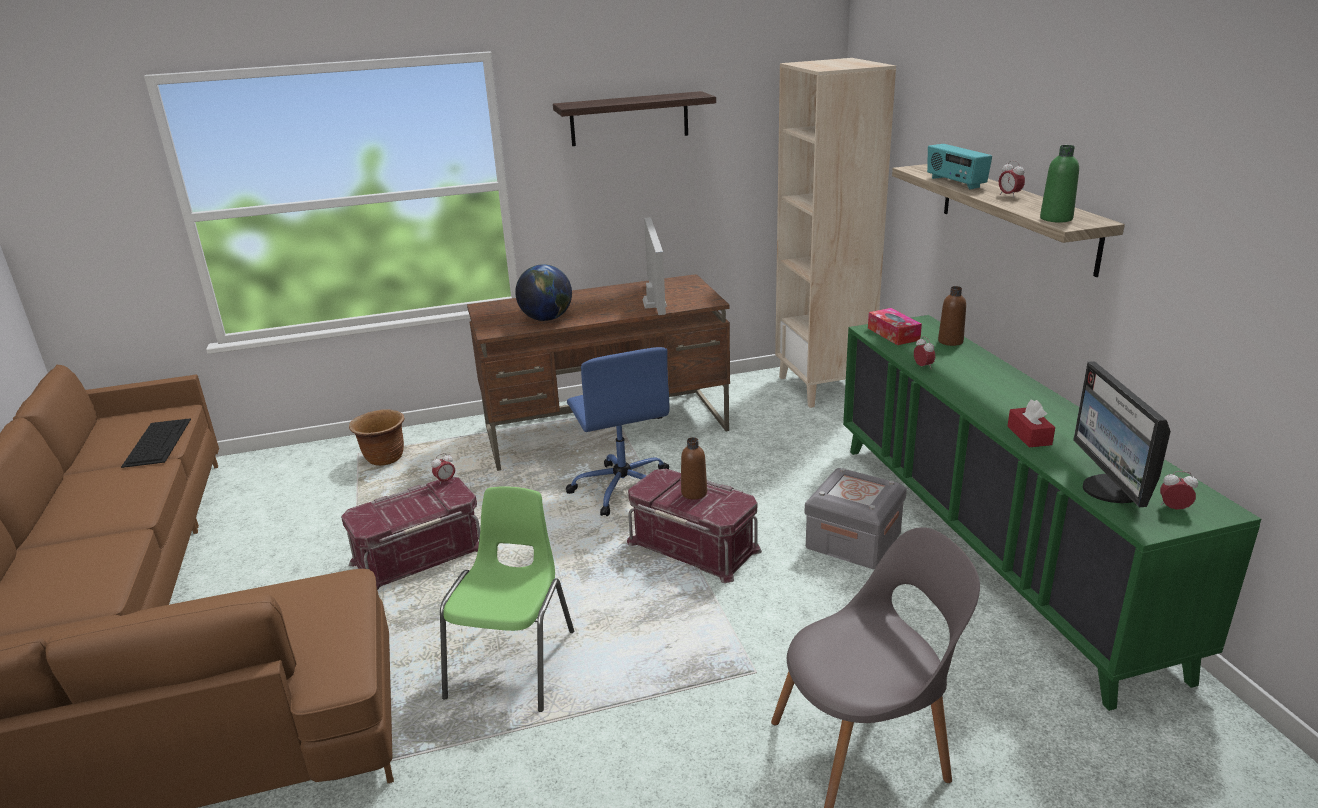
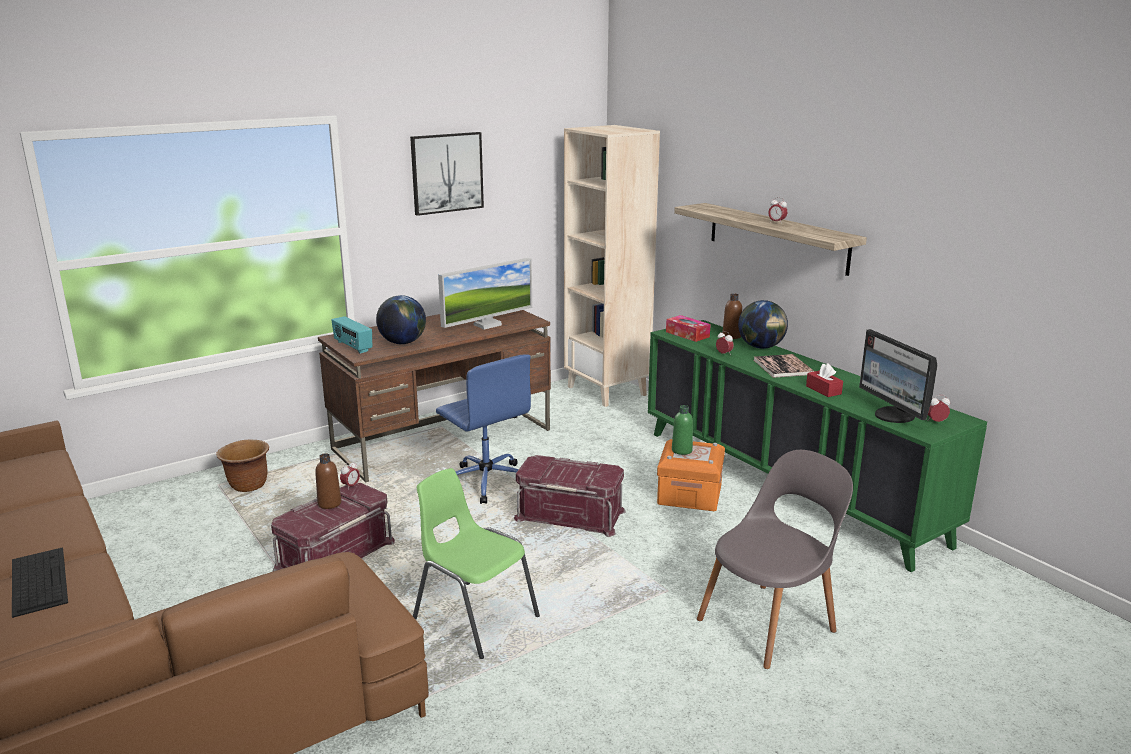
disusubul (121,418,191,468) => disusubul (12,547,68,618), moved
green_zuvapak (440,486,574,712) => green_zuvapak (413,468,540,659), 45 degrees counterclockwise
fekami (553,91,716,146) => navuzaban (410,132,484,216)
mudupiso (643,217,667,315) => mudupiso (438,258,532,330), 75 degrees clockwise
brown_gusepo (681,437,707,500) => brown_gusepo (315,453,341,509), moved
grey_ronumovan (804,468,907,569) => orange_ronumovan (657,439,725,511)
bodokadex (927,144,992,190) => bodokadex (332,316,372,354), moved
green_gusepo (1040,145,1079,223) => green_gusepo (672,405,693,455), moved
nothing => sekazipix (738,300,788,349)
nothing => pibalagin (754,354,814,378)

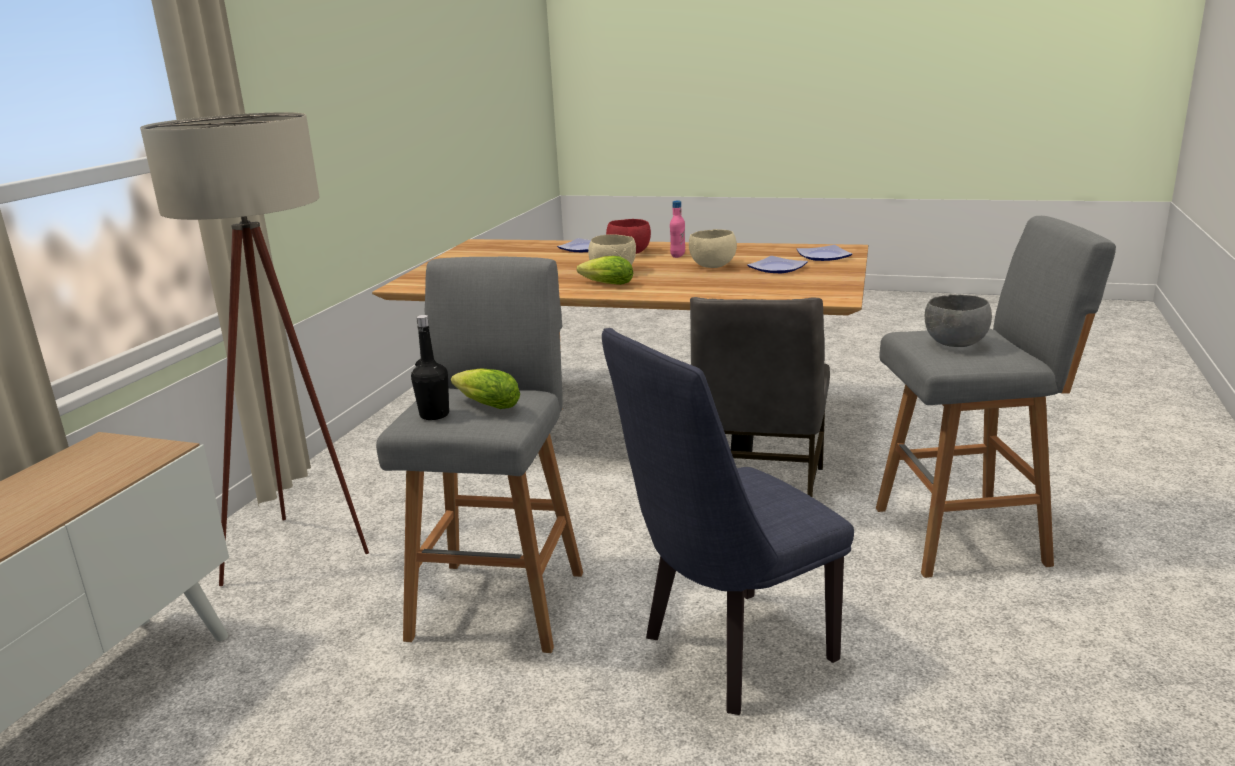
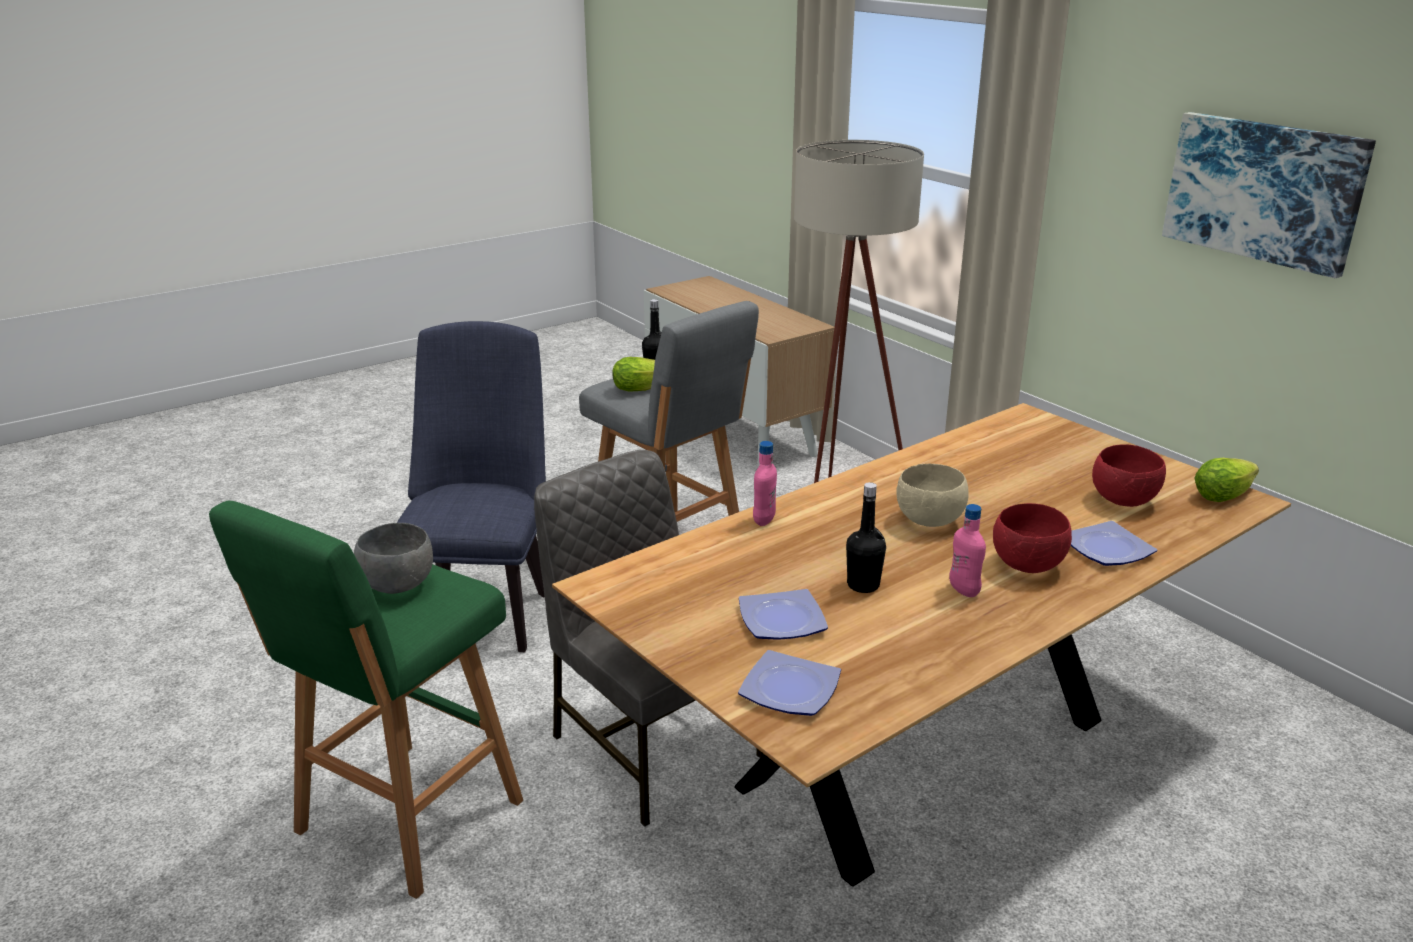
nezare (577,256,633,285) => nezare (1194,458,1259,502), moved
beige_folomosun (689,229,737,268) => black_gusepo (846,482,886,593)
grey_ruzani (876,216,1116,578) => green_ruzani (209,501,523,899)
nothing => pink_gusepo (753,441,777,526)
nothing => red_folomosun (1092,444,1166,507)
nothing => navuzaban (1162,112,1376,278)

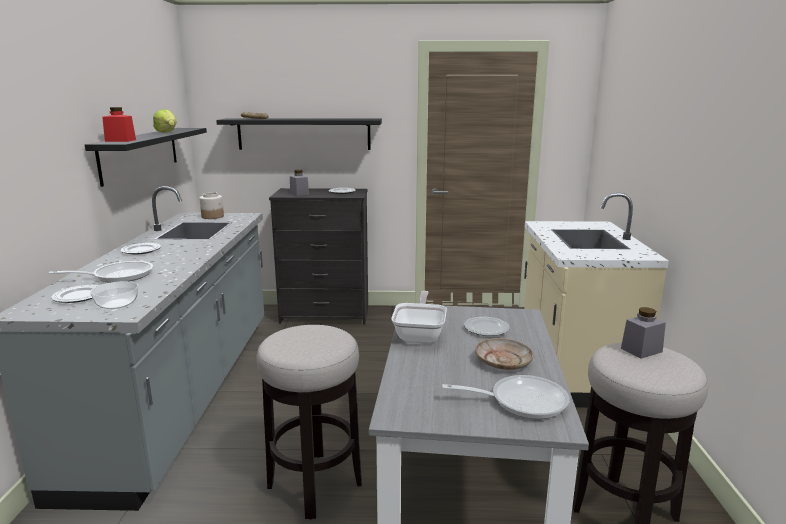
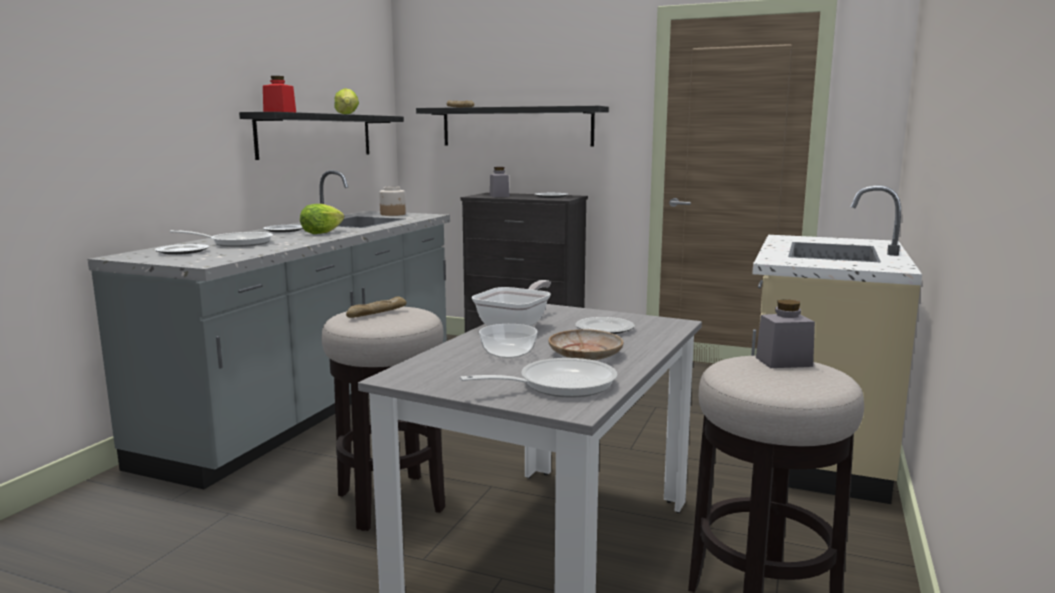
folomosun (90,281,138,309) => folomosun (479,324,538,358), moved
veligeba (442,375,570,419) => veligeba (460,358,617,398), 45 degrees counterclockwise
nothing => nezare (300,204,344,234)
nothing => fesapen (346,296,407,318)

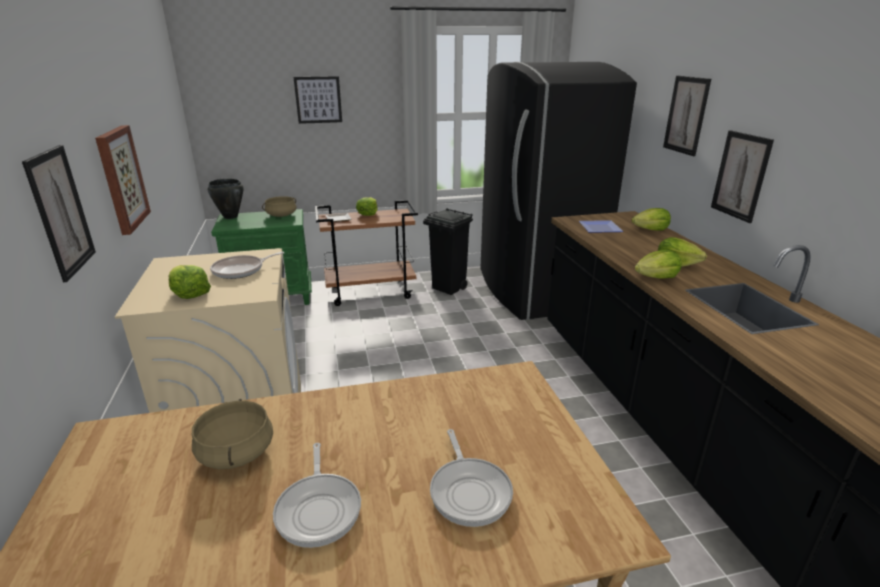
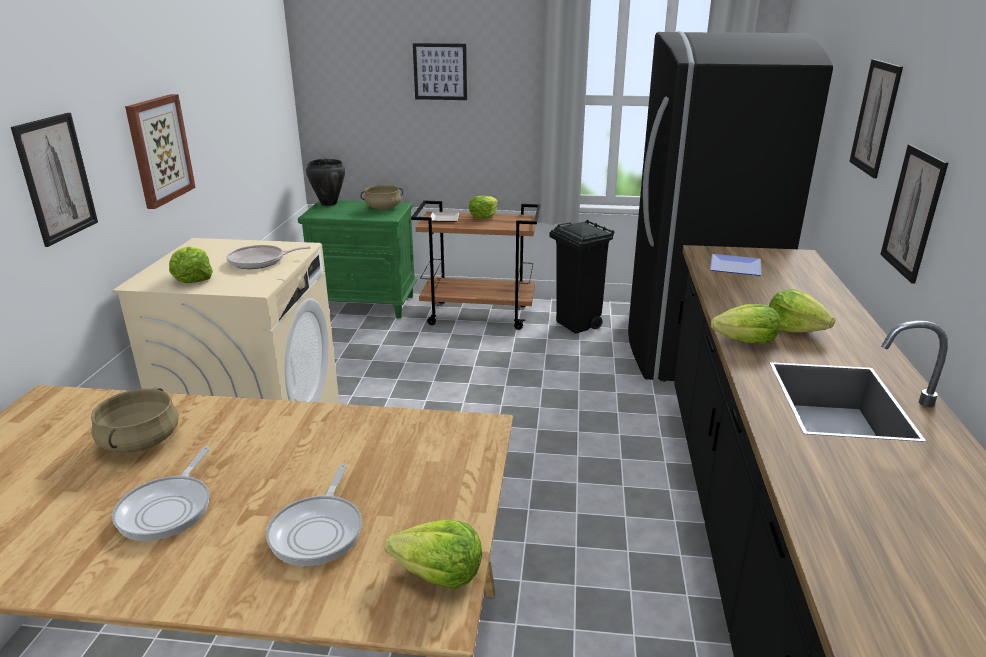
nezare (632,208,671,231) => nezare (385,520,482,589), moved

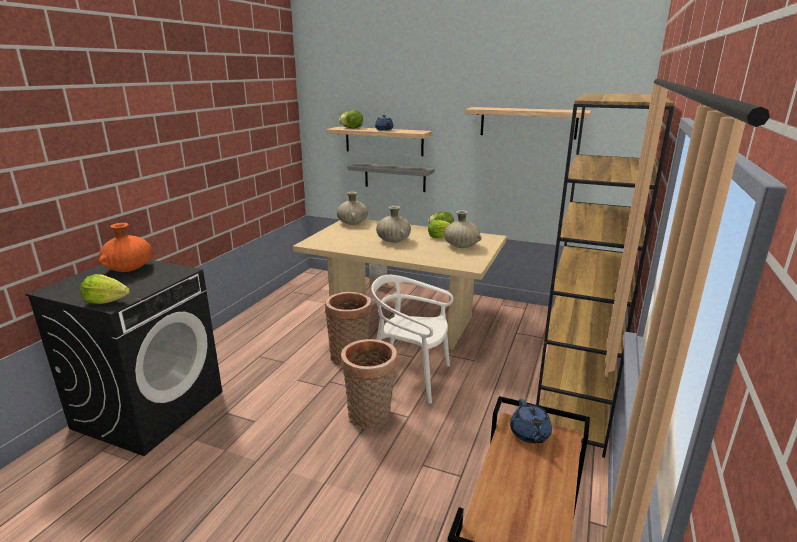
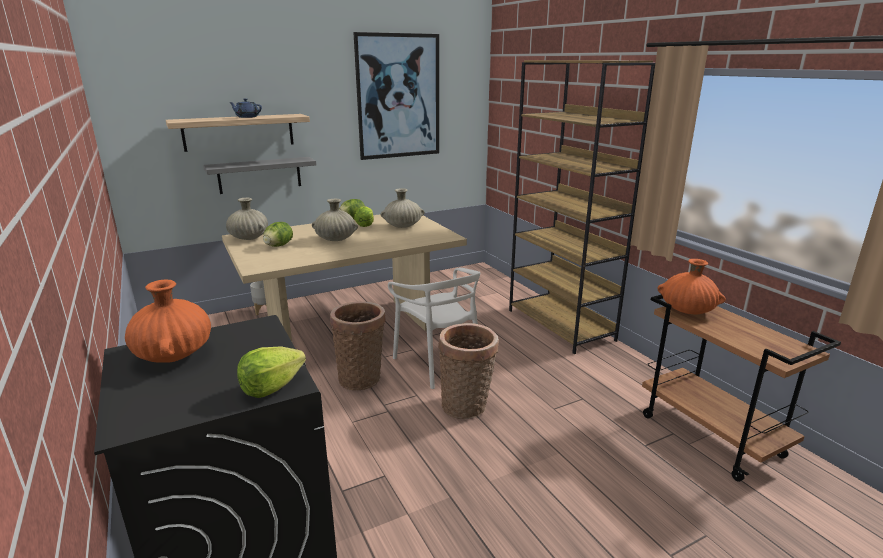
nezare (339,110,363,129) => nezare (263,222,293,247), moved
white_zuvapak (371,275,454,404) => white_zuvapak (388,268,480,389), 90 degrees counterclockwise
fekami (465,107,591,140) => navuzaban (353,32,439,160)
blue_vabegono (510,399,552,443) => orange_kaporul (657,259,726,314)

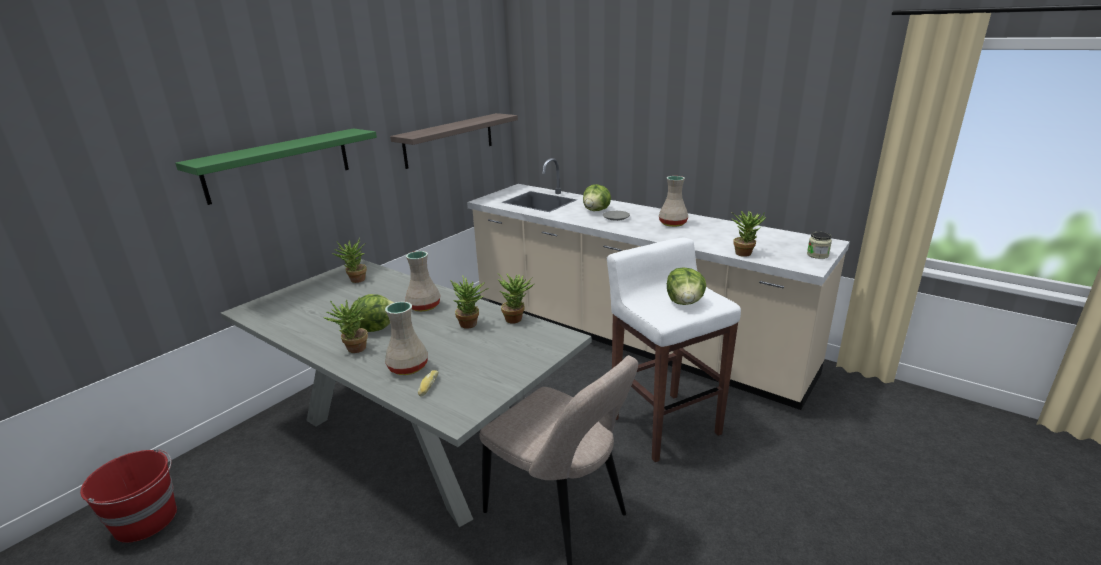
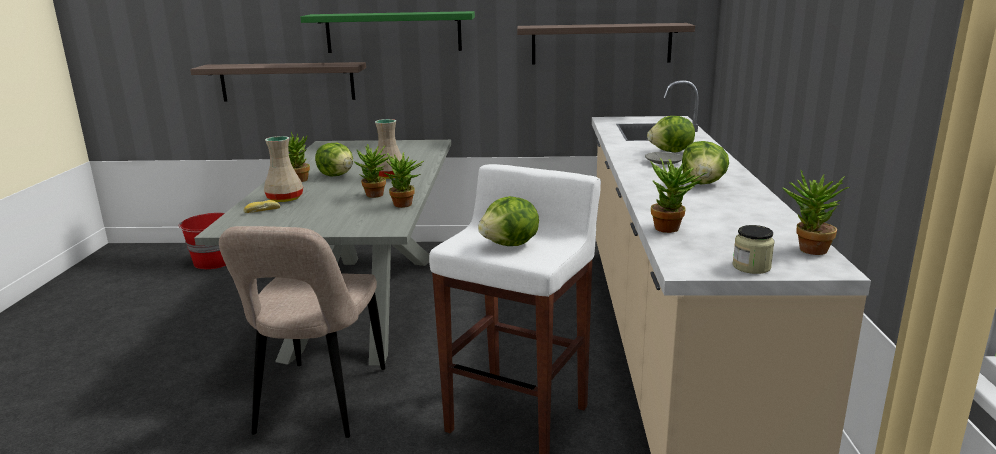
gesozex (332,238,367,283) => gesozex (783,170,850,255), moved
beige_kaporul (659,176,688,227) => nezare (682,141,729,184)
nothing => fekami (190,62,366,101)

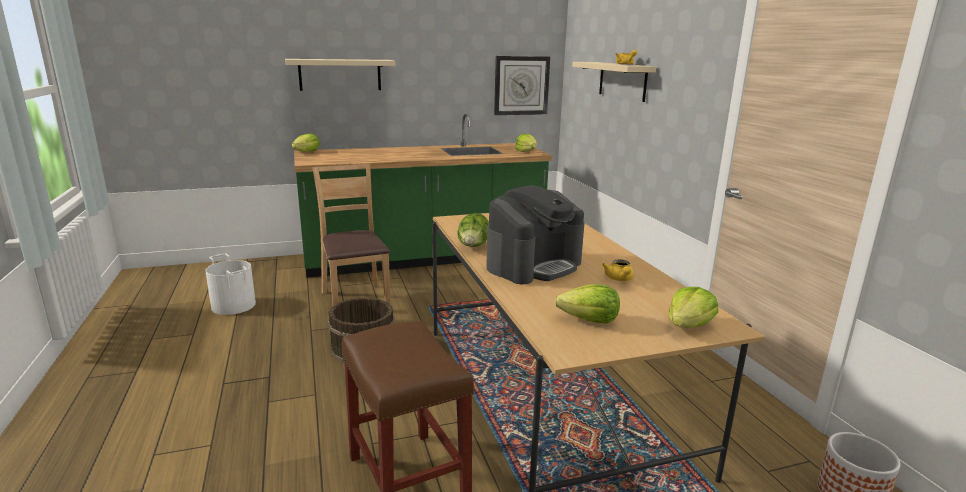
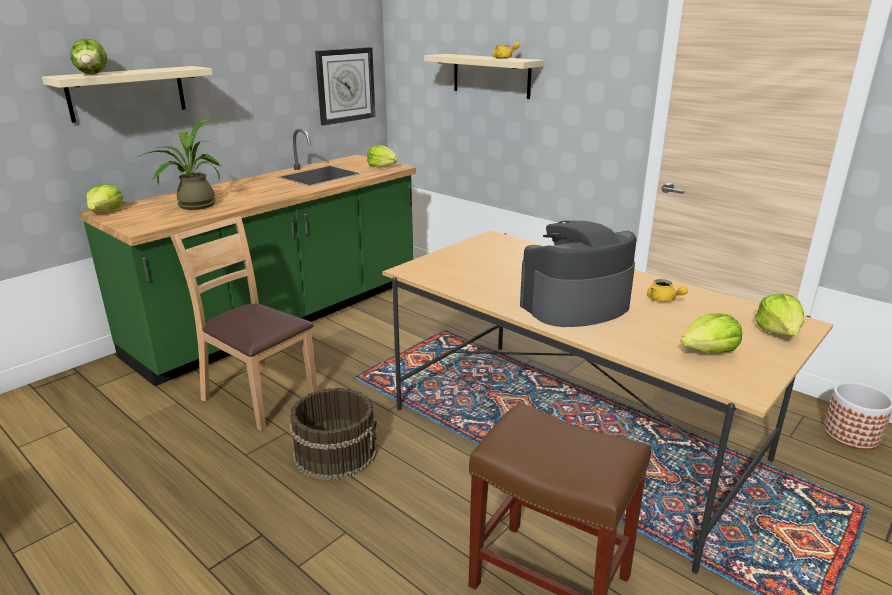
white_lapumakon (205,253,256,315) => nothing
nezare (457,213,489,247) => nezare (70,39,107,74), moved
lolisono (486,185,584,284) => lolisono (520,221,637,327), 135 degrees counterclockwise
nothing => gesozex (134,118,221,210)

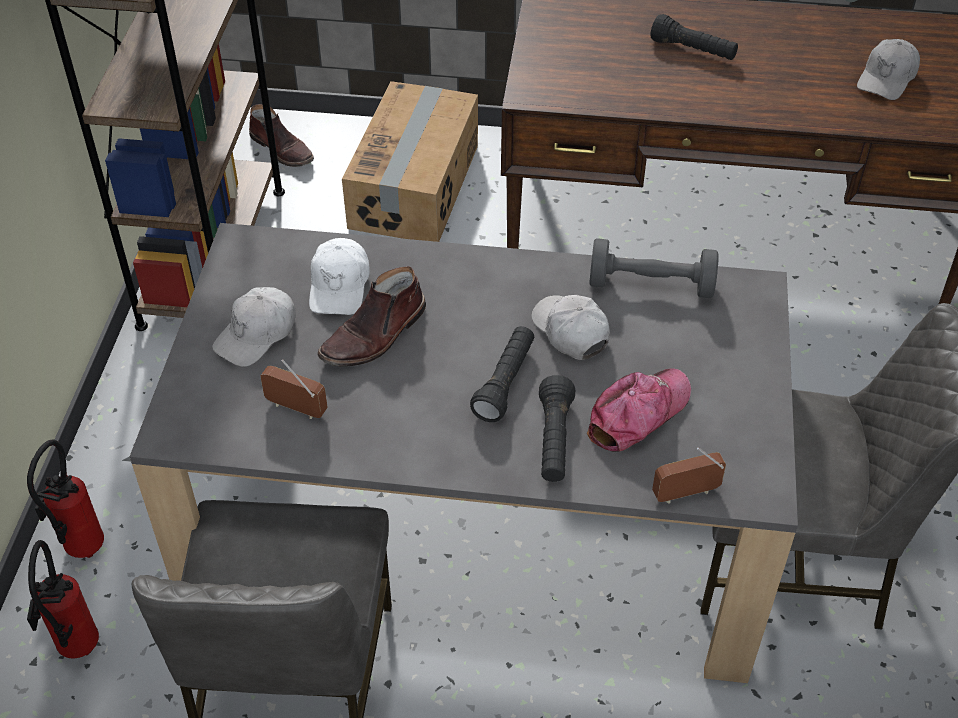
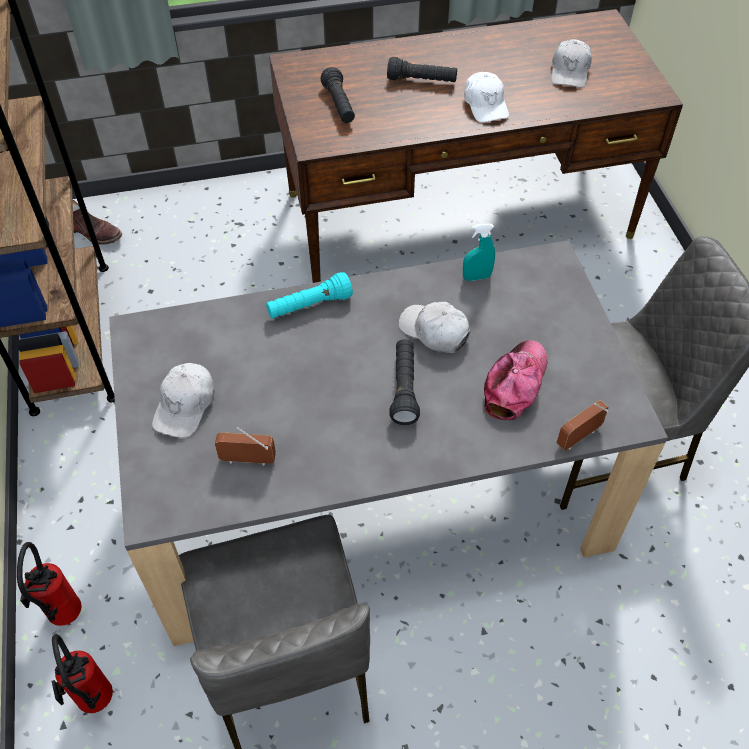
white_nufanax (309,238,370,315) => white_nufanax (464,72,509,122), moved
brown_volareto (317,266,426,366) => nothing
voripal (342,81,478,242) => nothing
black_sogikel (539,375,575,482) => black_sogikel (321,67,355,123), moved
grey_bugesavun (589,238,719,298) => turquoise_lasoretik (463,223,495,281)
nothing => turquoise_sogikel (266,272,353,319)

